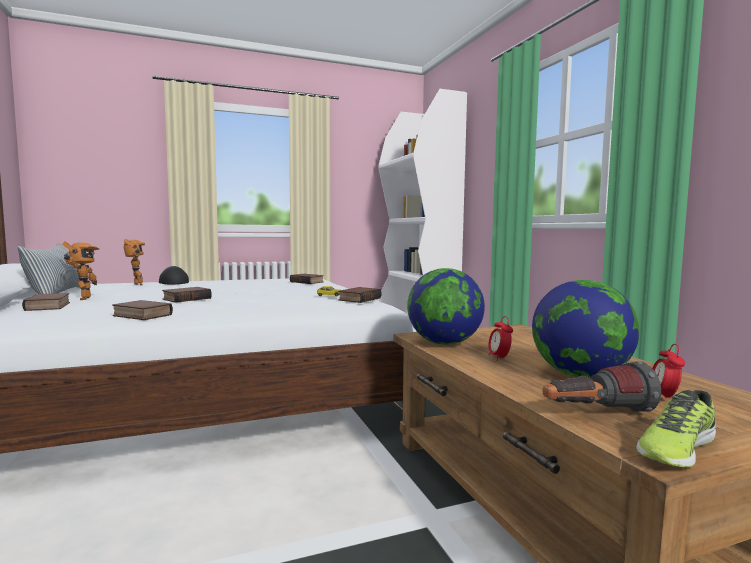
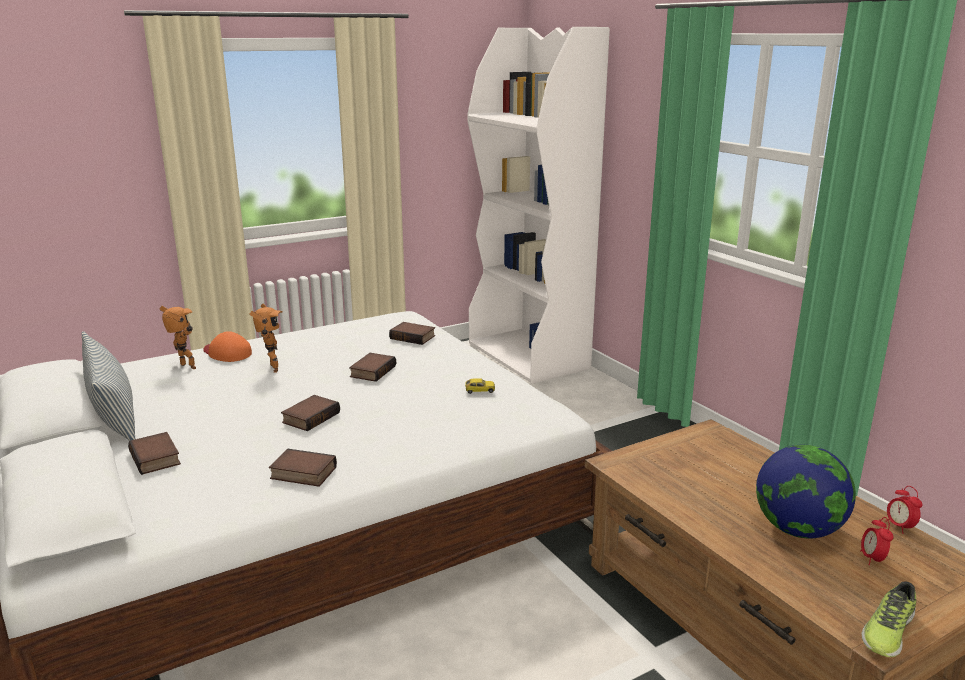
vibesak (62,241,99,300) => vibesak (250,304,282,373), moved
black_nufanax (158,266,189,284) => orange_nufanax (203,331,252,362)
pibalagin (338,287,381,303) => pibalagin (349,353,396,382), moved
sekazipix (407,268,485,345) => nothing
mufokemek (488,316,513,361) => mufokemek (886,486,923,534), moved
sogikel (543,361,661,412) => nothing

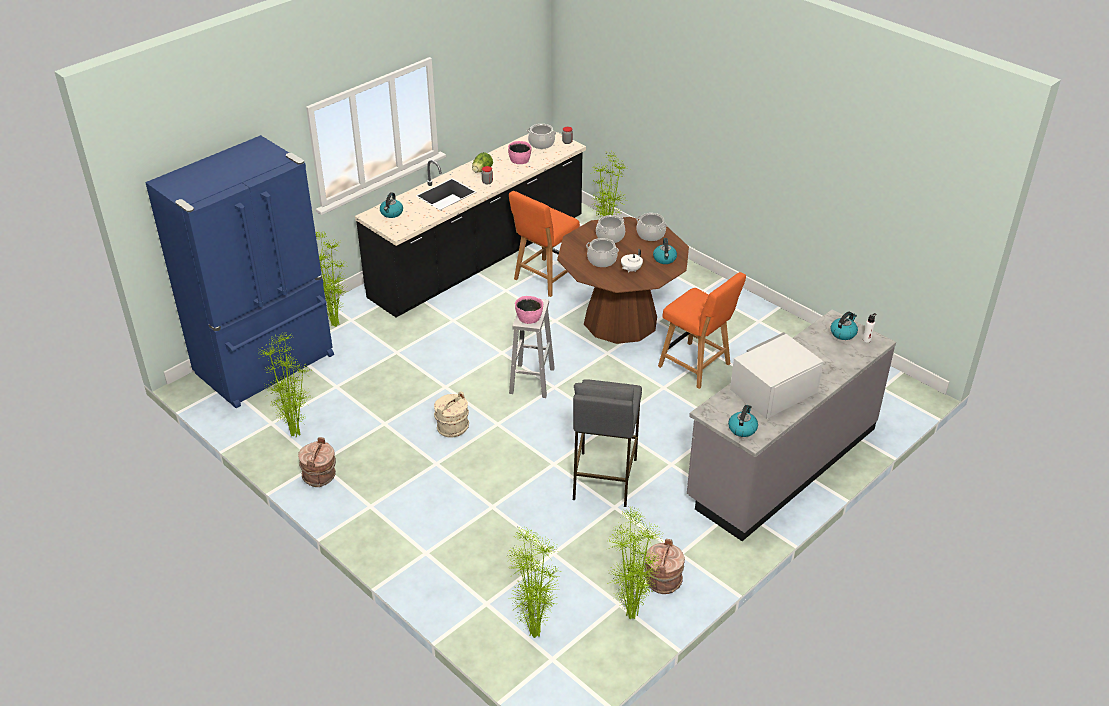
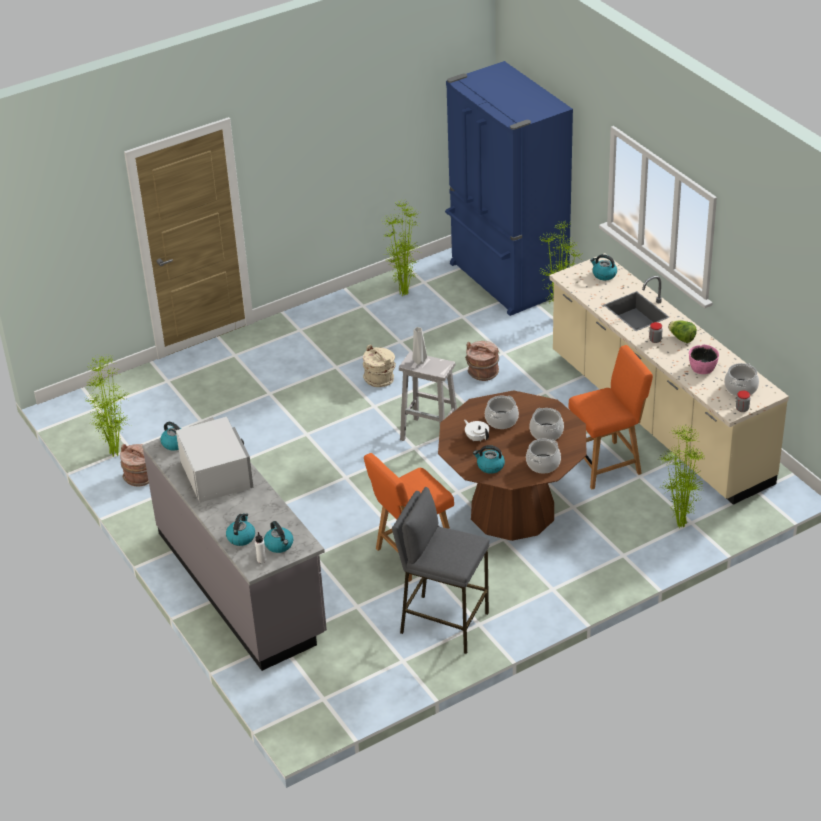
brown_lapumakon (298,437,336,487) => brown_lapumakon (465,341,499,381), moved
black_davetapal (355,130,586,317) => beige_davetapal (549,253,789,505)
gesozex (508,527,562,638) => nothing
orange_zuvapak (509,191,580,297) => orange_zuvapak (568,345,653,489), 105 degrees clockwise
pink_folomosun (515,296,543,324) => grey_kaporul (413,327,427,365)
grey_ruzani (573,379,642,507) => grey_ruzani (392,487,490,654), moved
nothing => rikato (226,513,255,546)

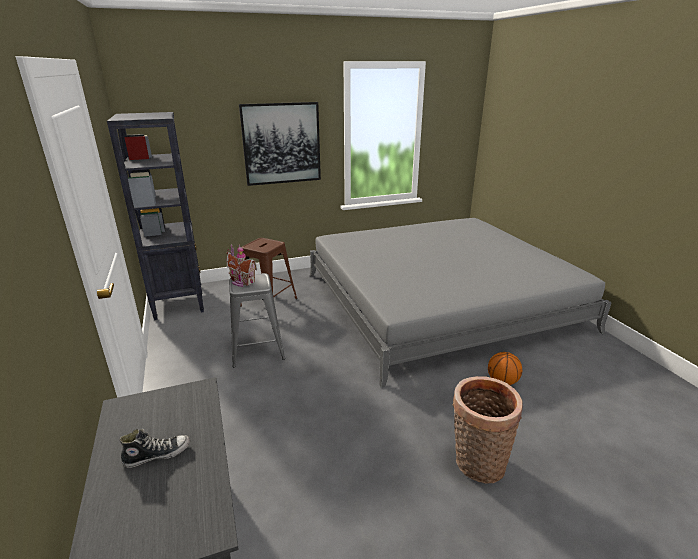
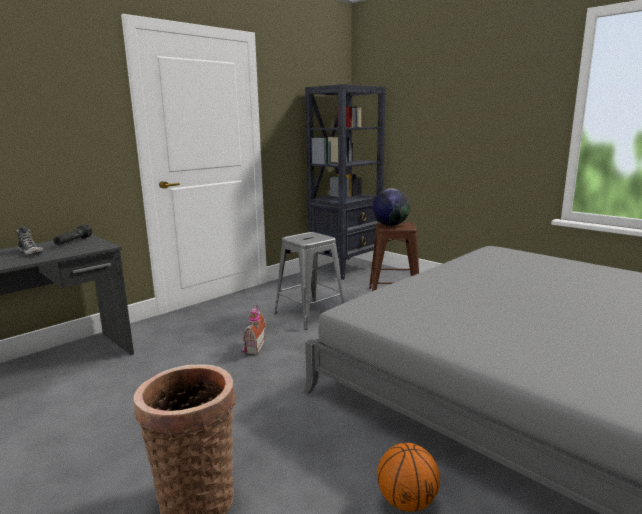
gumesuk (226,244,257,287) => gumesuk (242,304,266,355), moved
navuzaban (239,102,321,186) => nothing
nothing => black_sogikel (54,224,92,245)
nothing => sekazipix (372,188,410,226)

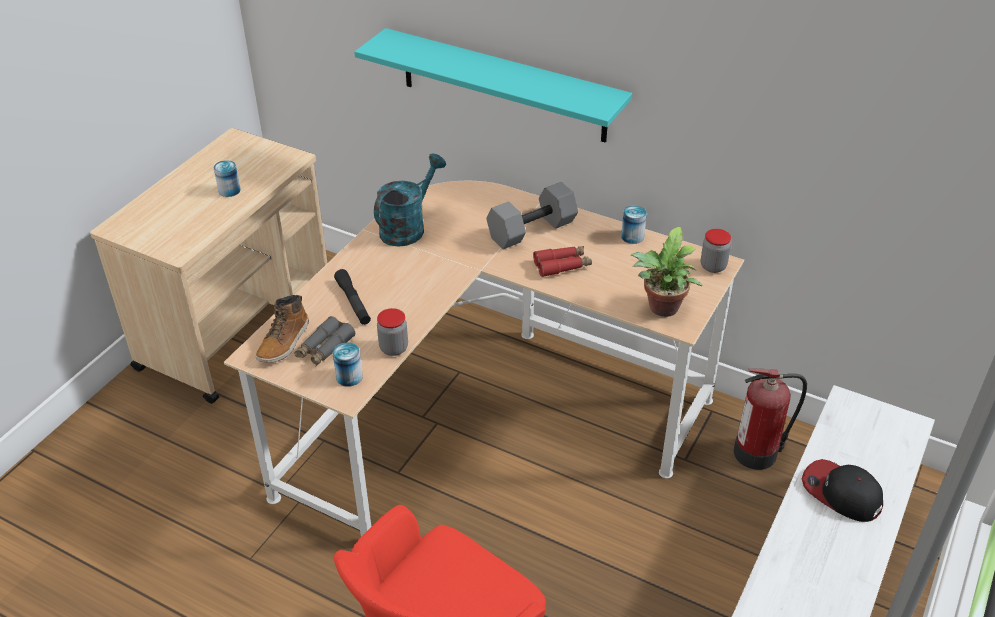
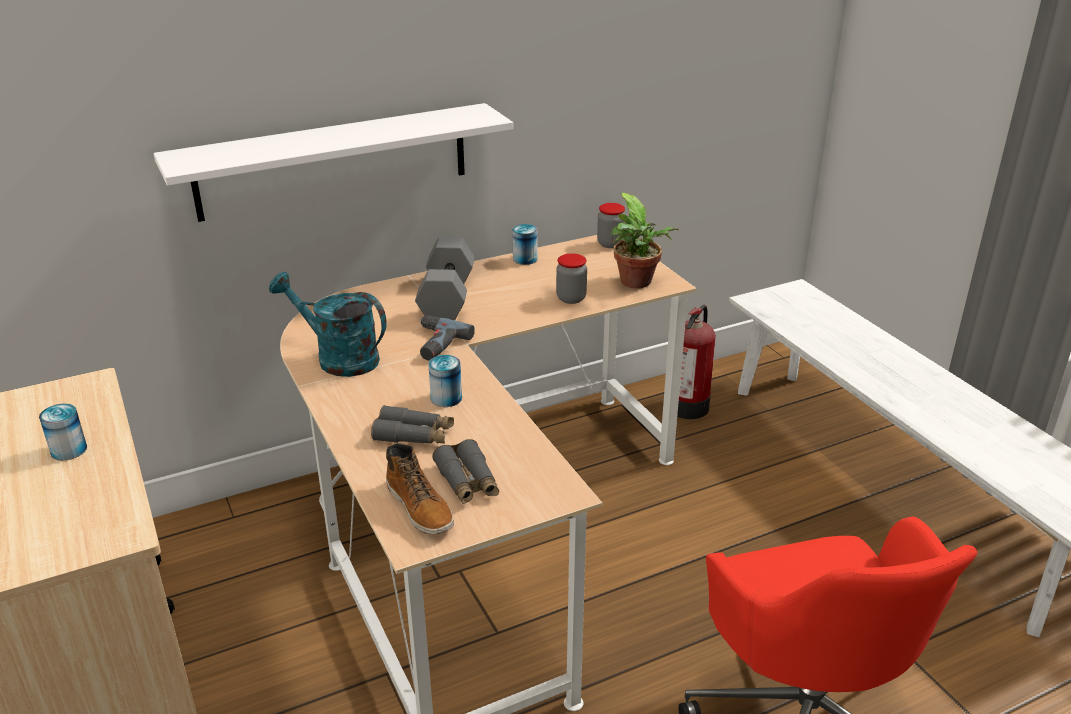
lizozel (333,342,363,387) => lizozel (428,355,462,407), moved
black_sogikel (334,269,371,325) => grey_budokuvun (371,405,454,444)
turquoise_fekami (354,28,632,143) => white_fekami (154,103,513,222)
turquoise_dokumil (374,154,446,247) => turquoise_dokumil (269,272,387,377), 45 degrees counterclockwise
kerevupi (377,308,408,356) => kerevupi (556,253,587,304), moved
red_budokuvun (533,246,592,277) => nothing
nufanax (802,459,883,522) => nothing
nothing => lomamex (420,315,475,361)

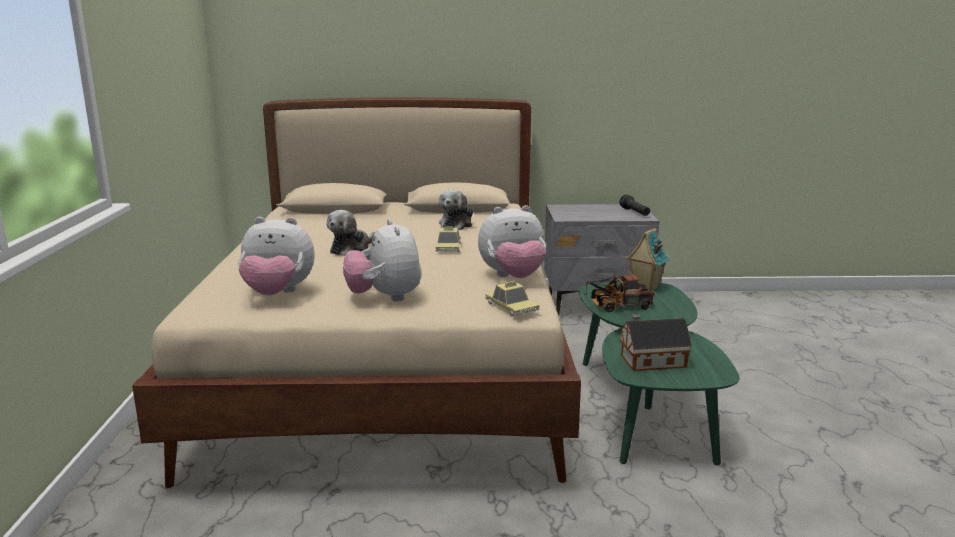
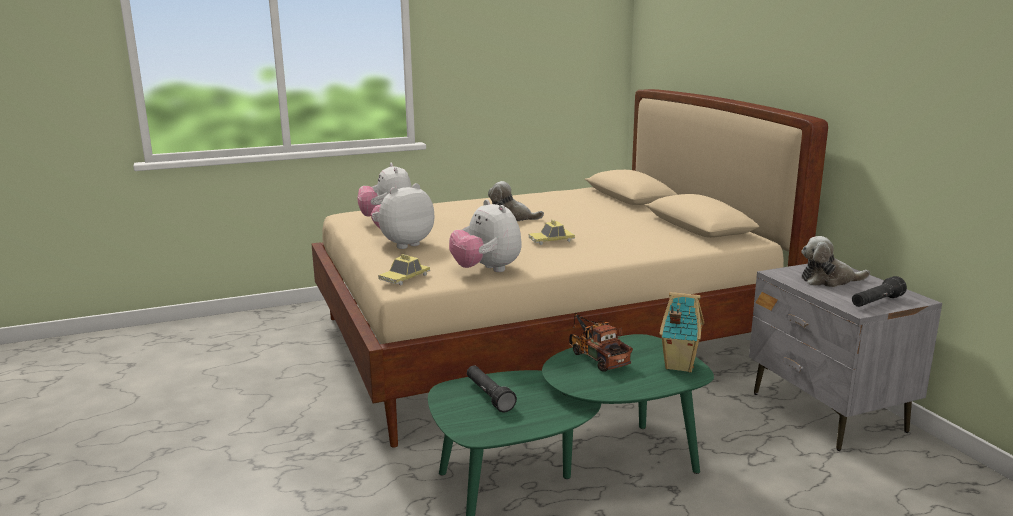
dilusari (439,190,473,230) => dilusari (801,236,870,287), moved
gumesuk (619,314,692,371) => black_sogikel (467,366,517,412)

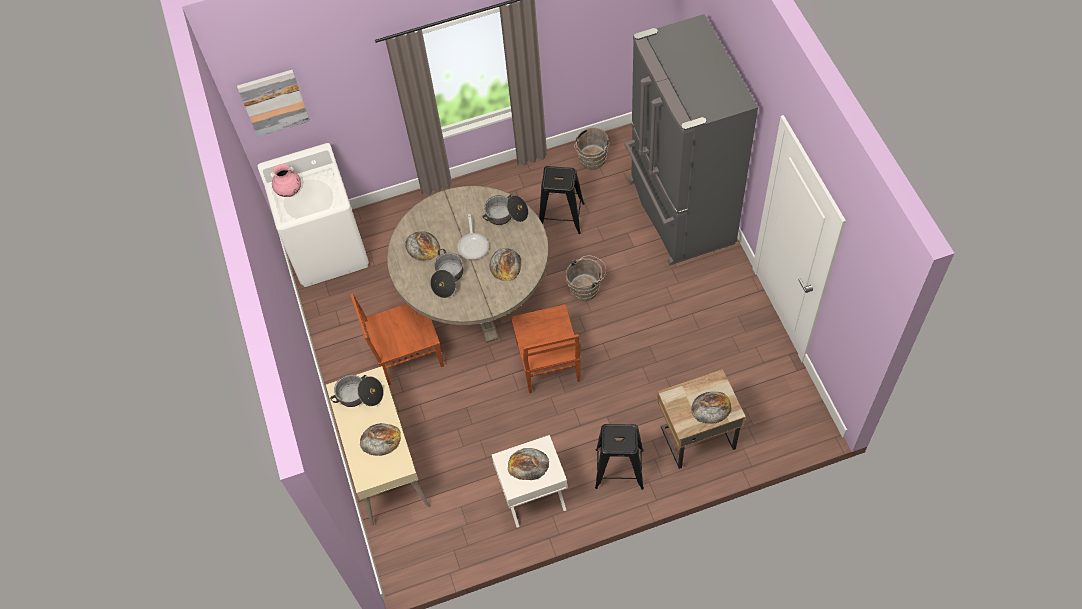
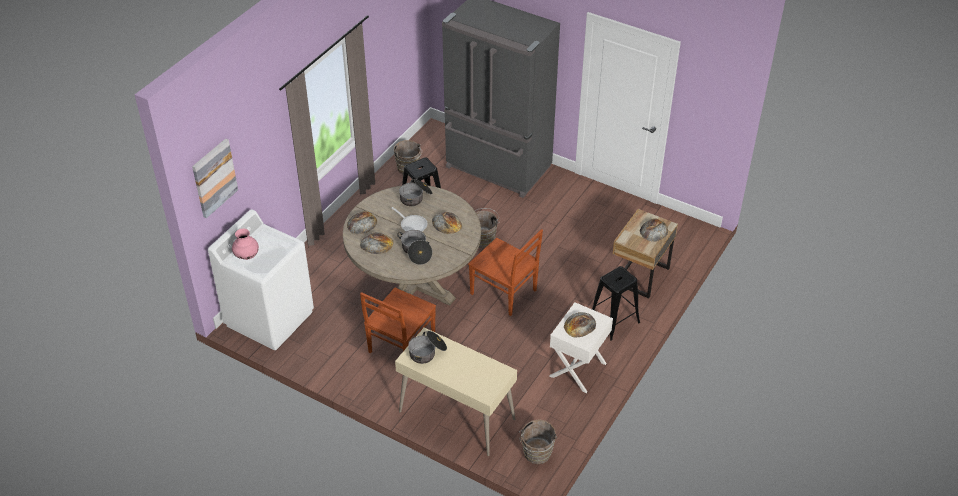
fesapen (360,423,401,456) => fesapen (347,211,377,234), moved
nothing => brown_lapumakon (519,419,557,464)

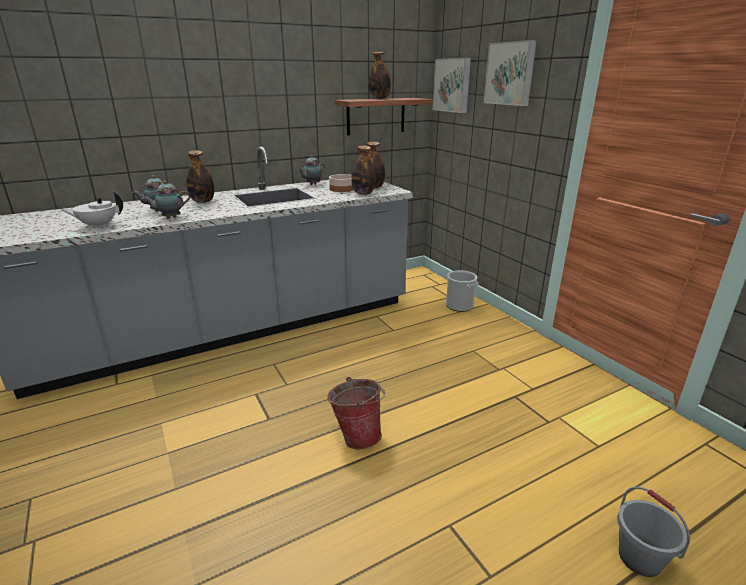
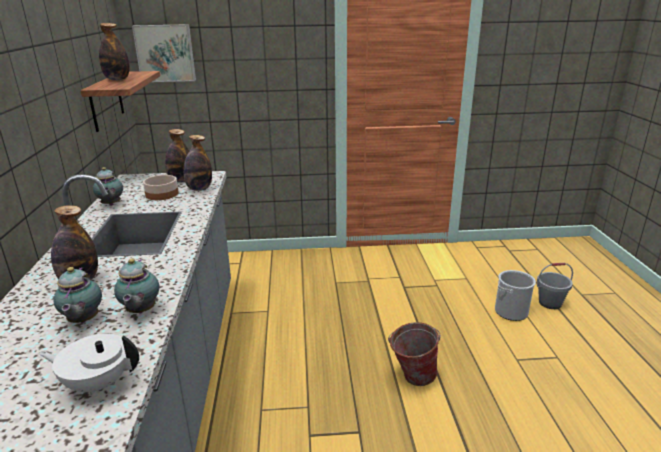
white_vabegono (60,192,123,229) => white_vabegono (39,334,139,395), 90 degrees clockwise
lapumakon (446,270,478,312) => lapumakon (495,270,536,321), moved
navuzaban (484,40,537,106) => nothing

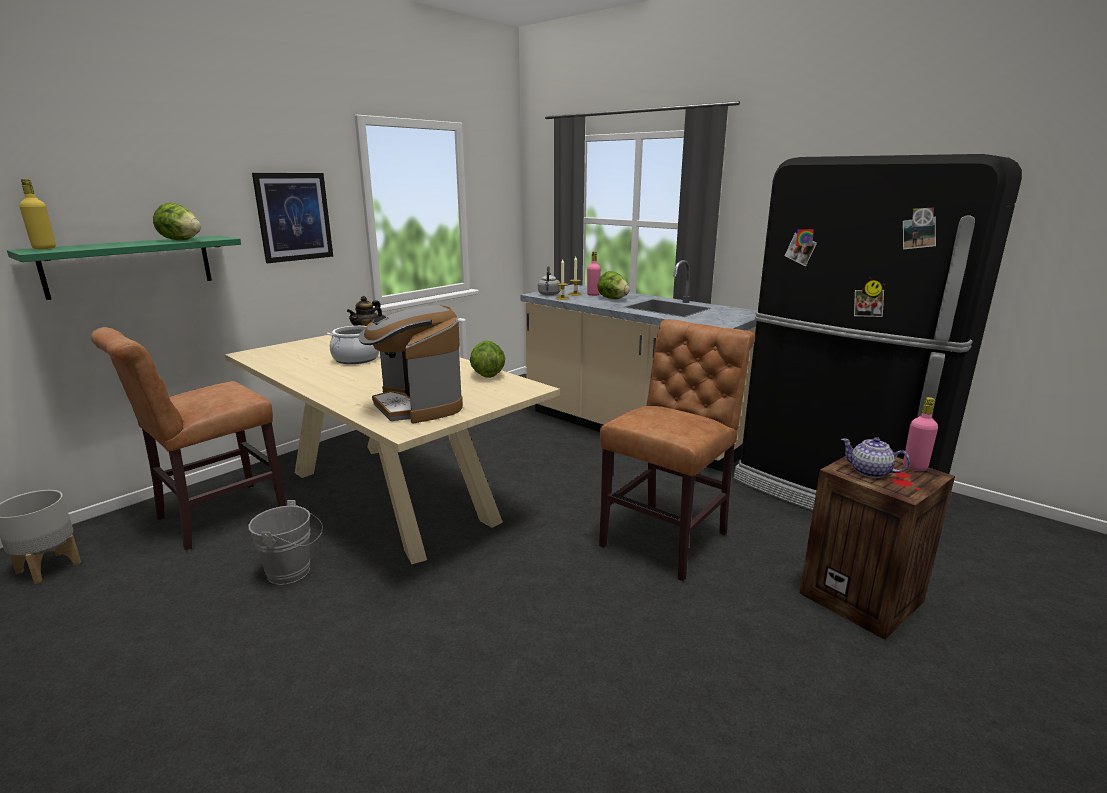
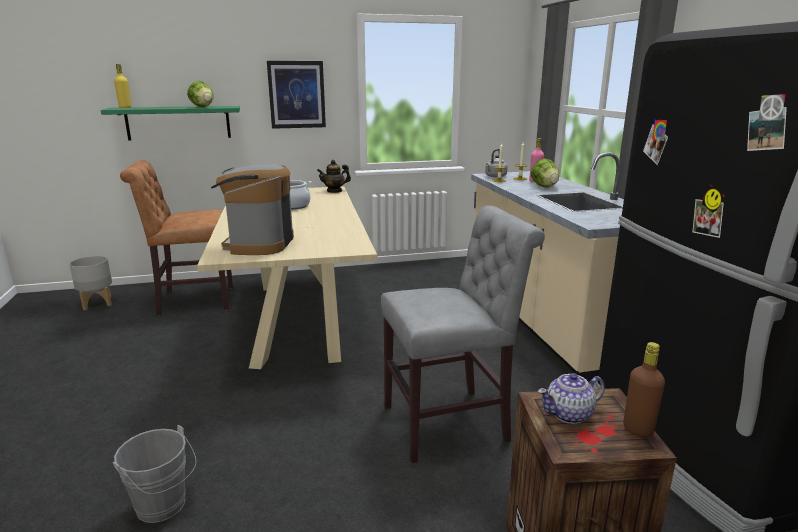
grey_lapumakon (248,500,323,585) => grey_lapumakon (113,425,196,523), moved
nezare (470,340,505,378) => nothing
brown_zuvapak (599,319,755,581) => grey_zuvapak (381,205,545,463)
vabegono (841,437,910,478) => vabegono (538,373,605,424), 90 degrees counterclockwise
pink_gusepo (903,397,938,471) => brown_gusepo (623,342,665,437)

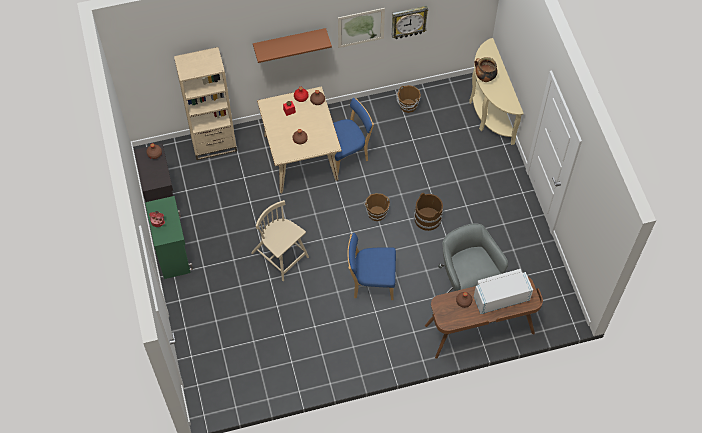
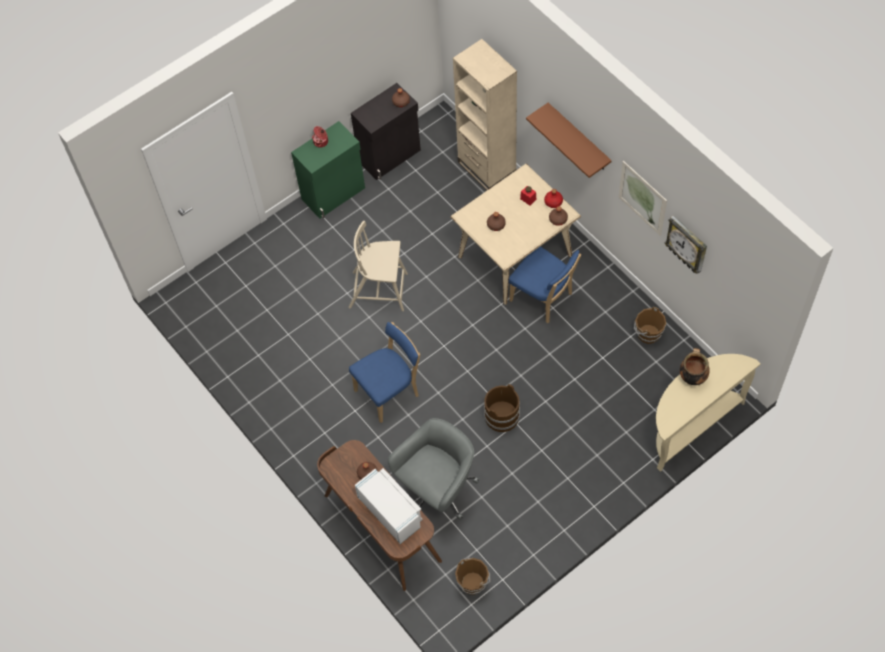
beige_zuvapak (251,200,309,281) => beige_zuvapak (349,221,408,311), 105 degrees counterclockwise
blue_zuvapak (347,233,396,300) => blue_zuvapak (349,322,420,423), 75 degrees clockwise
brown_lapumakon (363,193,390,221) => brown_lapumakon (455,557,491,595), moved

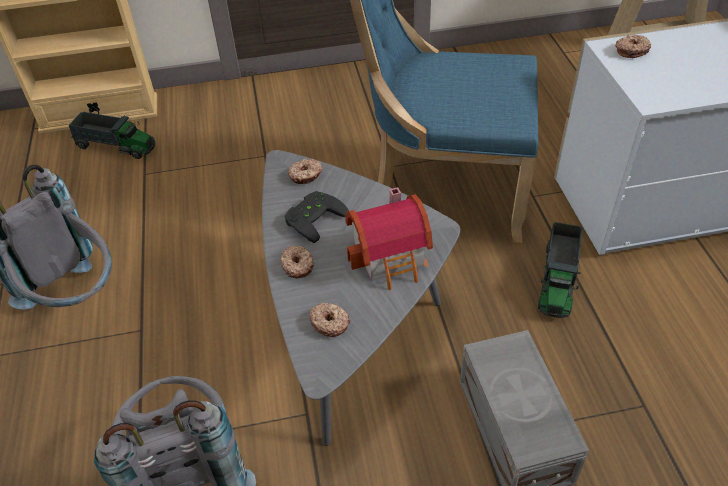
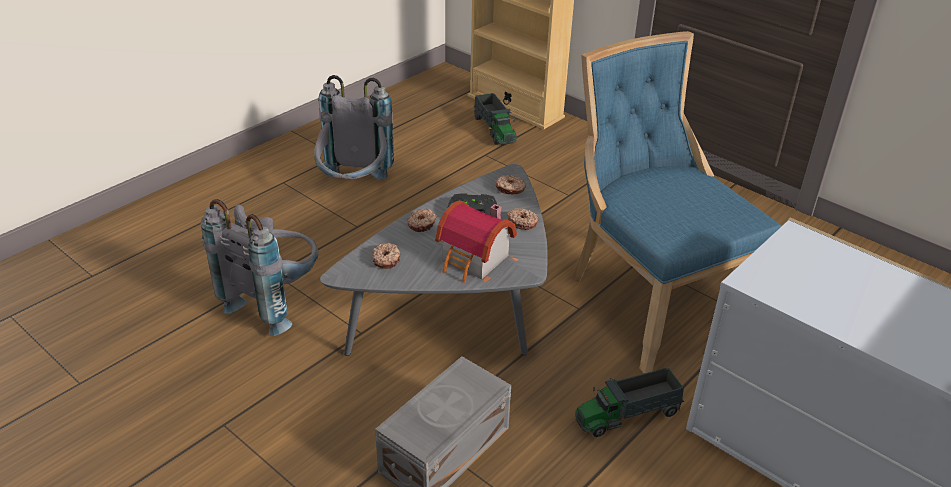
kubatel (615,35,651,58) => kubatel (508,208,539,230), moved

